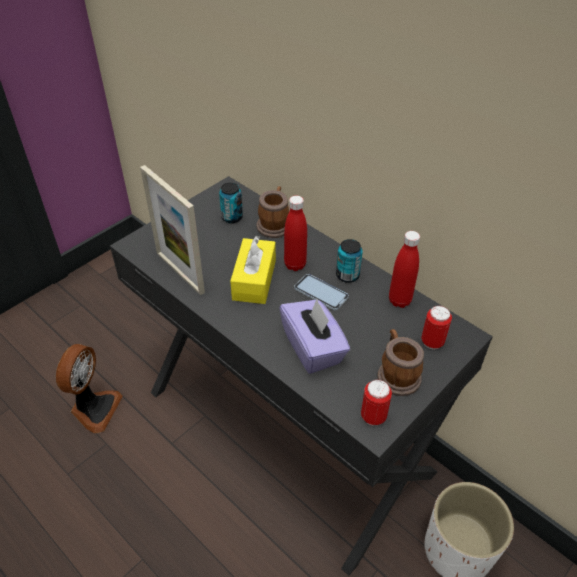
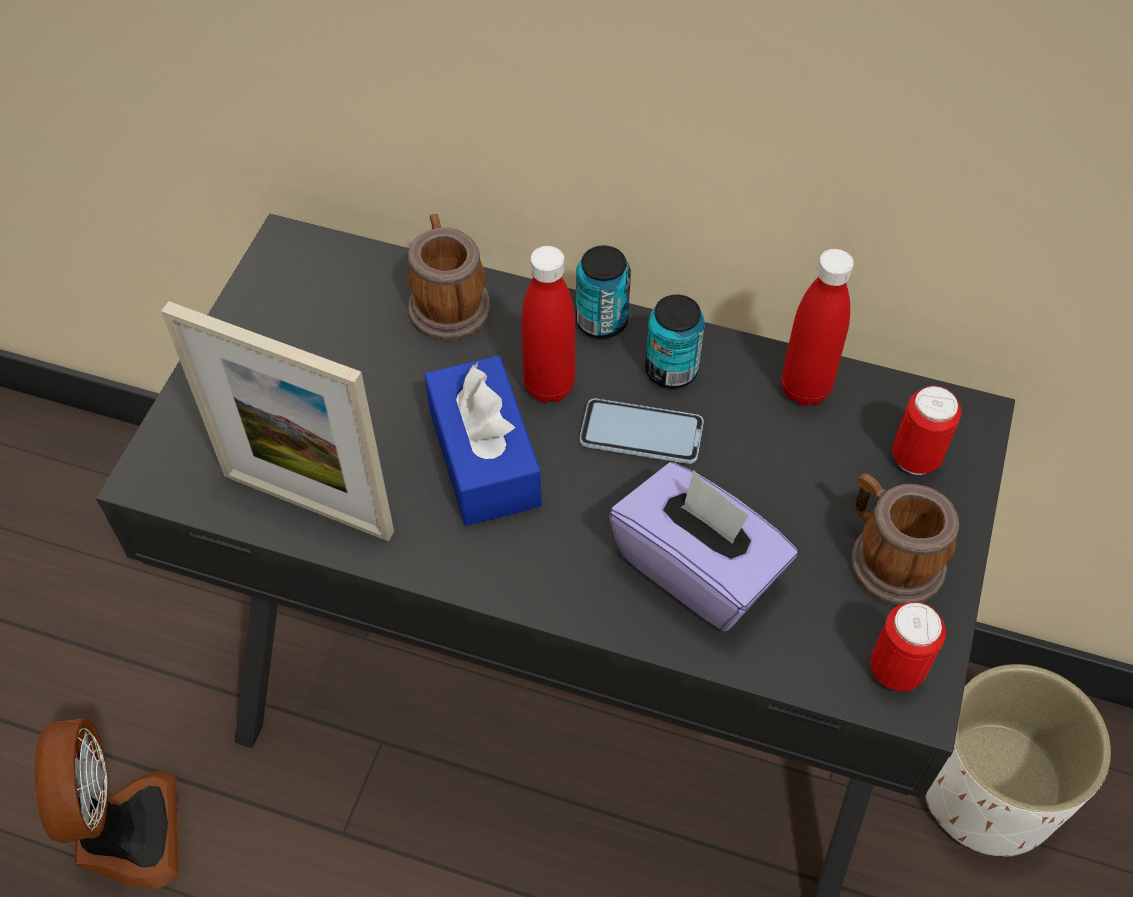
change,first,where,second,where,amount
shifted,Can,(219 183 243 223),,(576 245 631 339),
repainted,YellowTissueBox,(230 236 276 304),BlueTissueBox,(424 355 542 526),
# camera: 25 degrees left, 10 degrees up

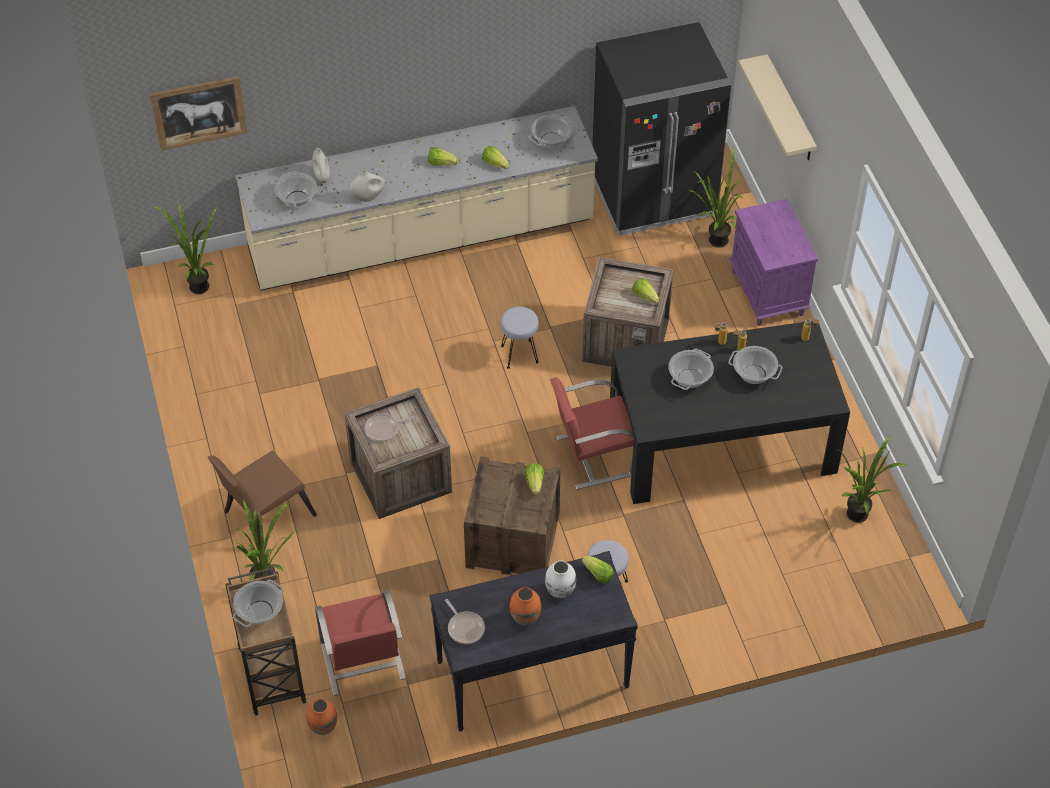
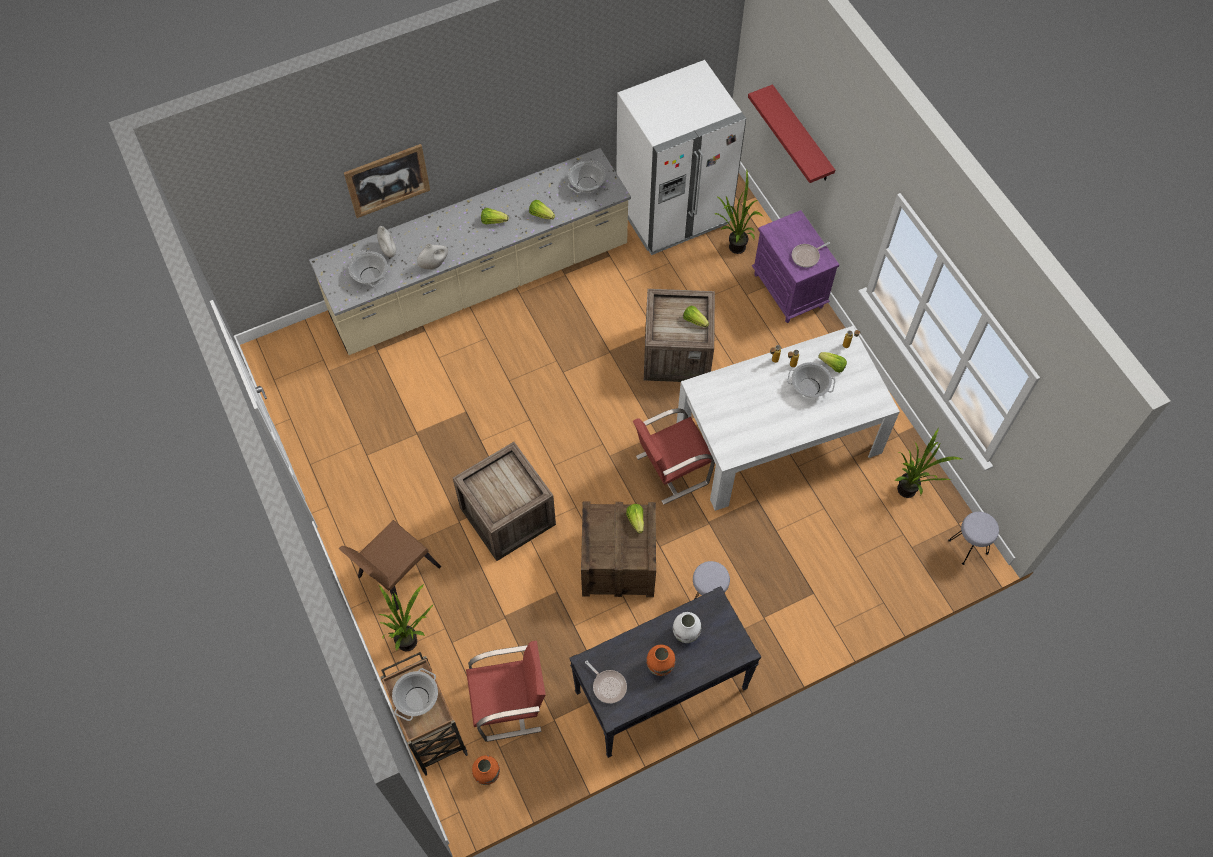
change,first,where,second,where,amount
shifted,Picture,(150 76 248 151),,(344 144 430 218),
gone,PottedPlant,(152 202 218 294),,,
rotated,RedChair,(315 590 406 696),,(466 641 546 742),75 degrees counterclockwise
shifted,FryingPan,(365 414 415 442),,(792 242 830 268),
shifted,GreyStool,(500 307 539 369),,(948 512 999 565),
shifted,Lettuce,(582 556 614 583),,(818 352 847 373),
repainted,BlackFridge,(592 22 732 236),WhiteFridge,(616 60 746 255),
repainted,BlackDiningTable,(610 321 850 504),WhiteDiningTable,(677 326 900 511),
gone,CookingPot,(668 349 714 390),,,
repainted,BeigeShelf,(738 54 817 160),RedShelf,(748 84 835 183),
# camera: 10 degrees left, 10 degrees up

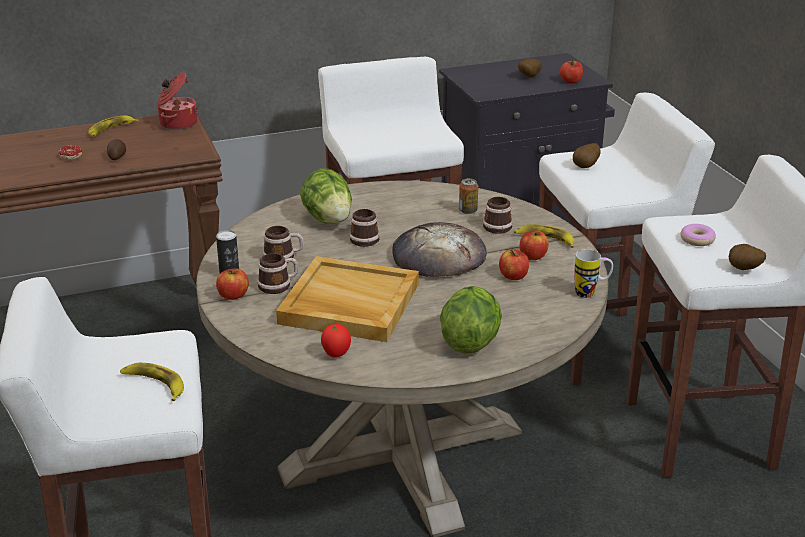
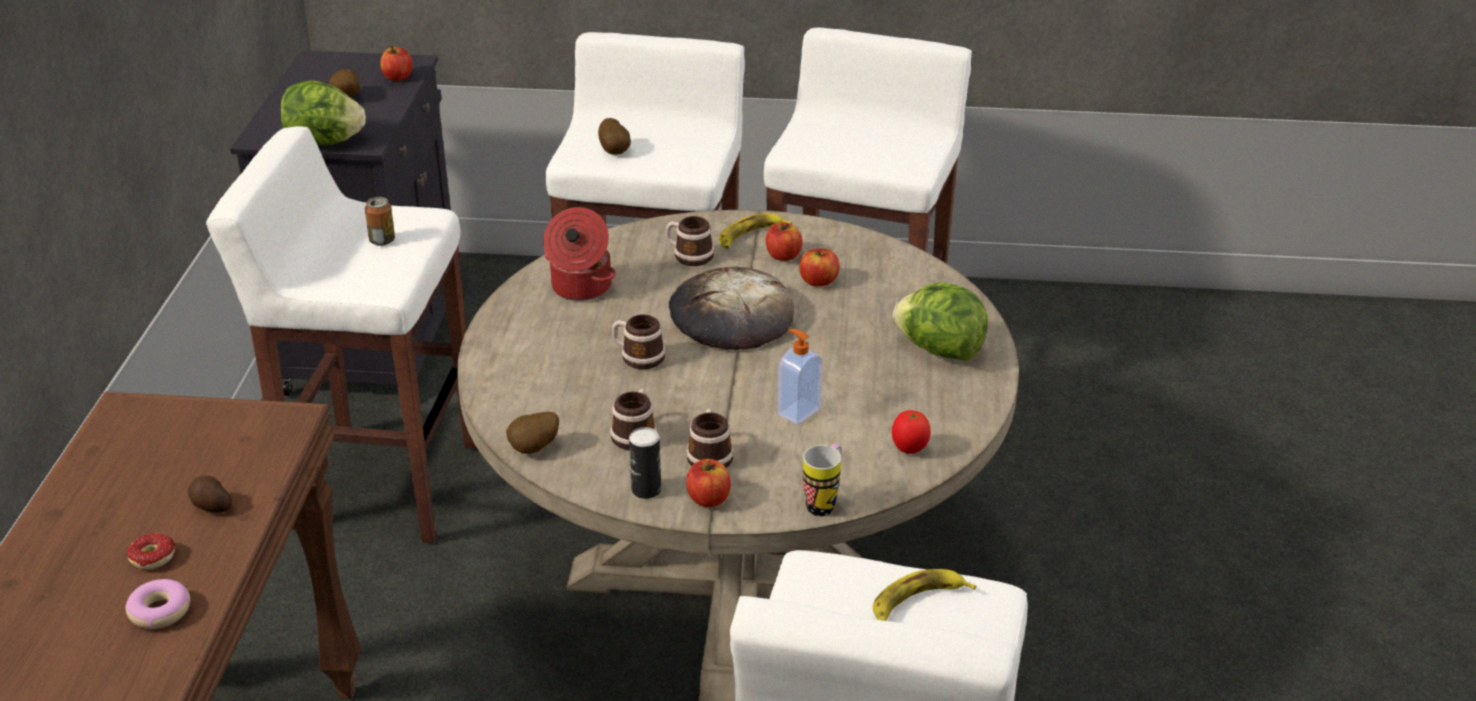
change,first,where,second,where,amount
gone,Banana,(88 116 140 137),,,
shifted,CookingPot,(157 72 198 130),,(543 207 616 301),
swapped,BeigeTray,(276 256 419 342),SoapDispenser,(778 329 822 425),
shifted,Lettuce,(300 168 352 224),,(280 80 366 145),
shifted,Can,(459 178 478 214),,(365 197 395 246),
shifted,Mug,(574 249 613 298),,(803 444 842 516),
shifted,Donut,(681 224 716 246),,(125 579 190 629),
shifted,Potato,(729 244 766 270),,(506 412 559 454),
# camera: 65 degrees left, 5 degrees up

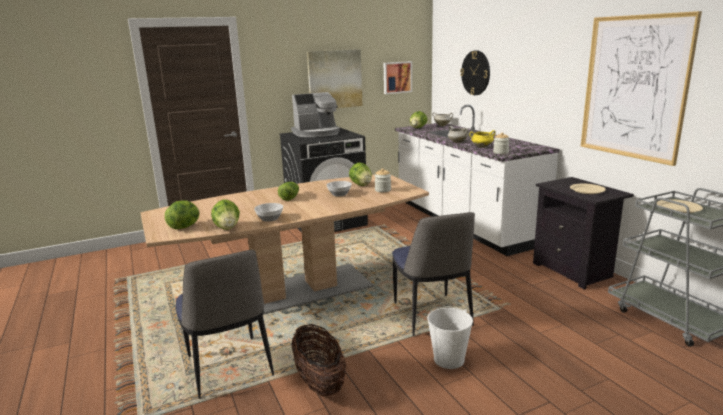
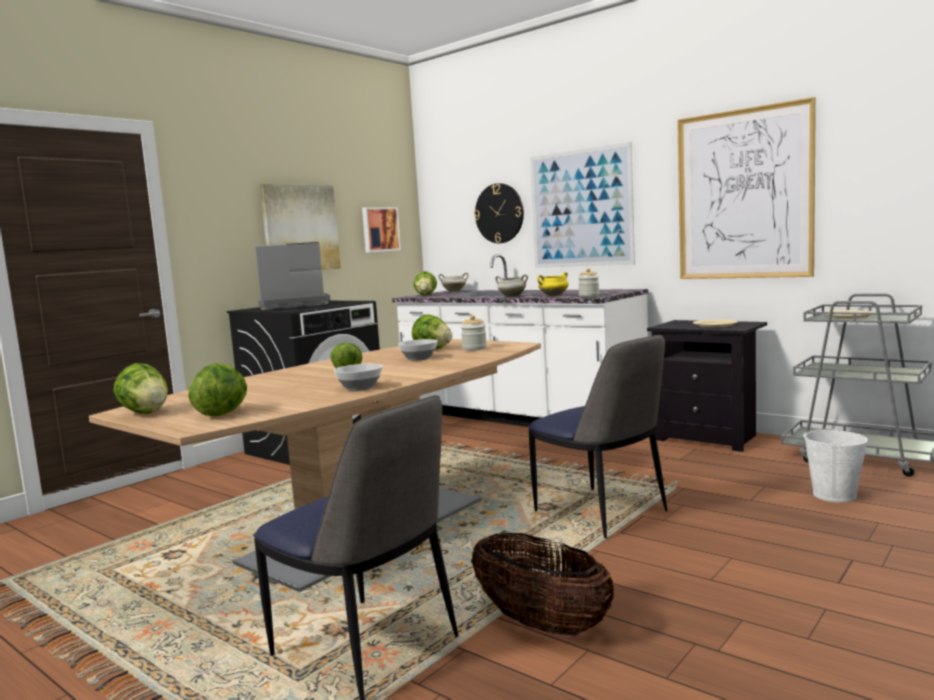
change,first,where,second,where,amount
shifted,Lettuce,(211 199 240 230),,(113 363 168 414),
rotated,CoffeeMachine,(291 92 340 137),,(255 242 330 310),150 degrees counterclockwise
shifted,WhiteBucket,(427 307 473 369),,(803 427 868 503),
new,,,Picture,(530 142 635 268),
# camera: 25 degrees left, 10 degrees down

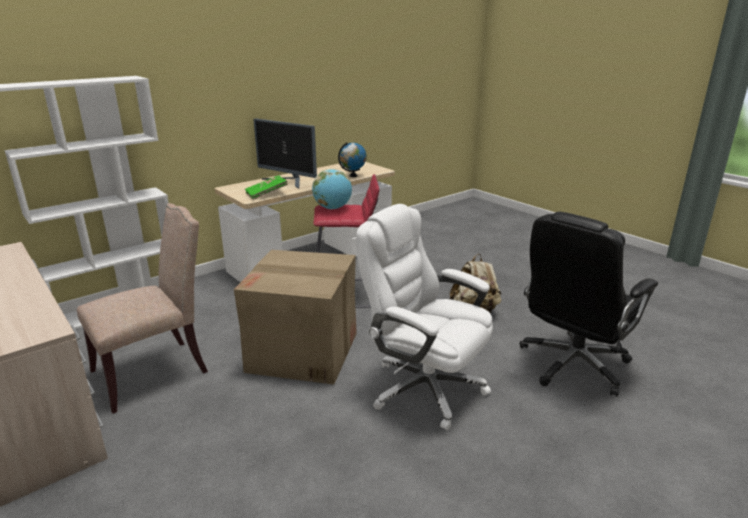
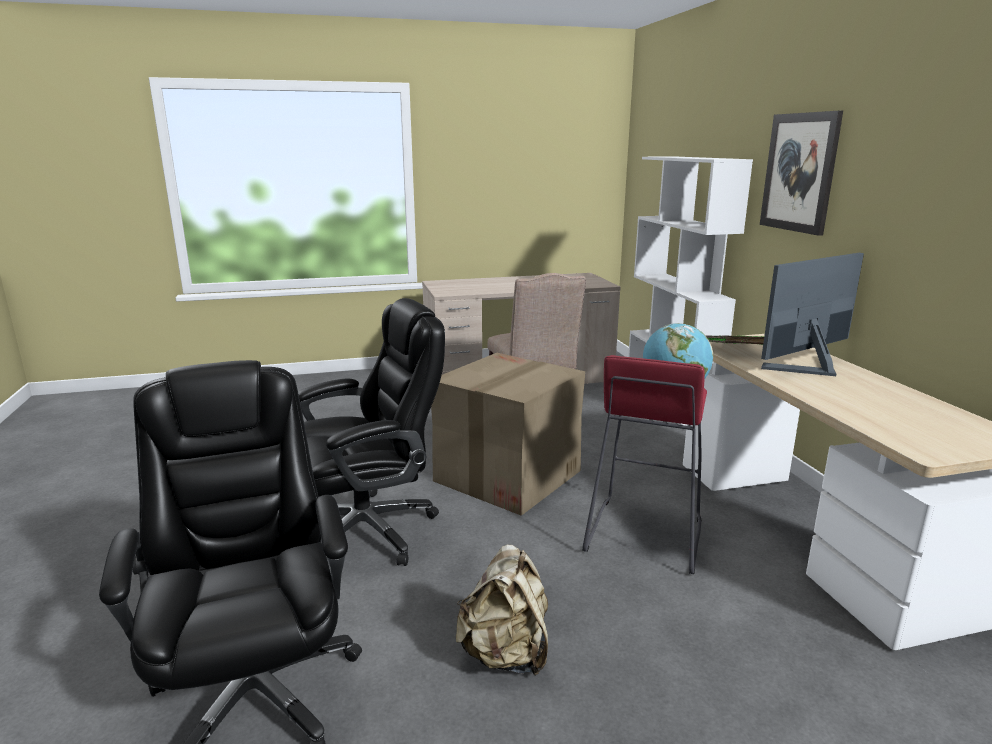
change,first,where,second,where,amount
gone,Globe,(338 142 367 177),,,
repainted,WhiteOfficeChair,(356 204 493 430),BlackOfficeChair,(298 298 445 566),
new,,,Picture,(760 111 843 236),
# camera: 115 degrees right, 5 degrees down

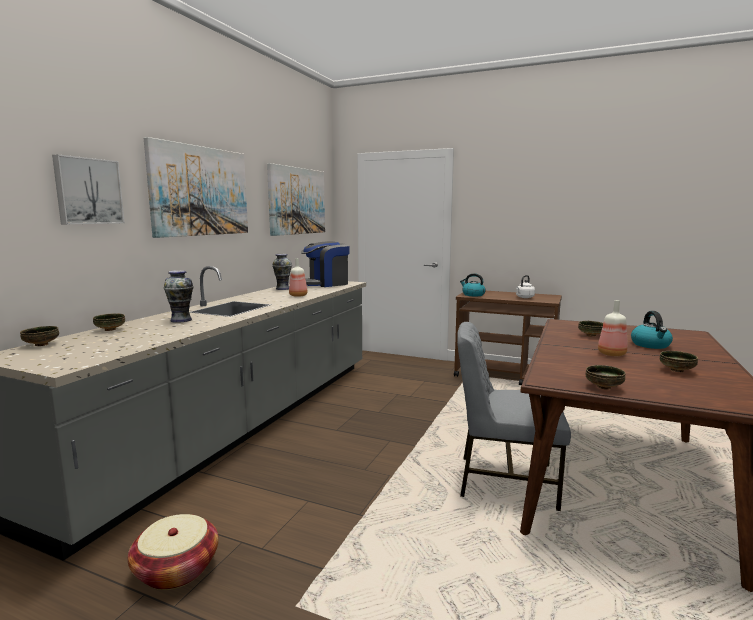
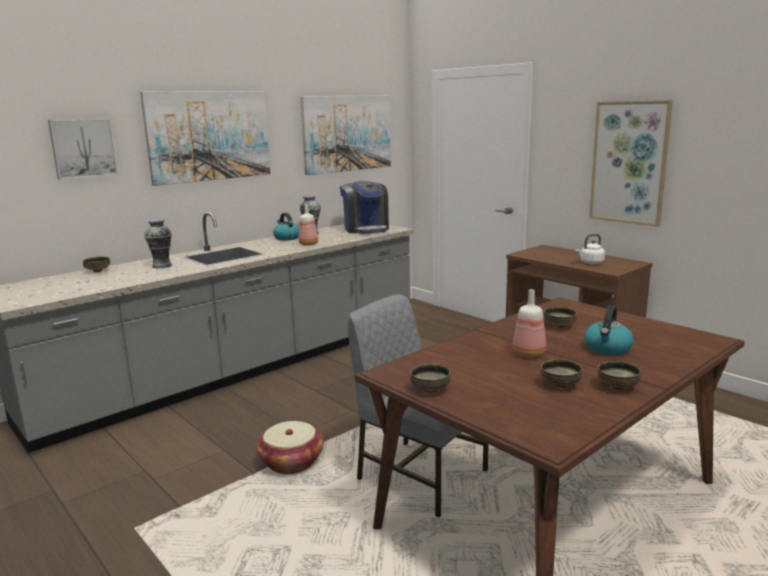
change,first,where,second,where,amount
shifted,Bowl,(20 326 59 346),,(597 361 641 390),
shifted,Basket,(128 514 219 590),,(256 421 324 474),
rotated,CoffeeMachine,(301 241 349 287),,(340 181 389 234),105 degrees counterclockwise
shifted,Kettle,(460 273 486 296),,(273 213 299 241),
new,,,Picture,(589 100 673 227),
# camera: 25 degrees right, 5 degrees up

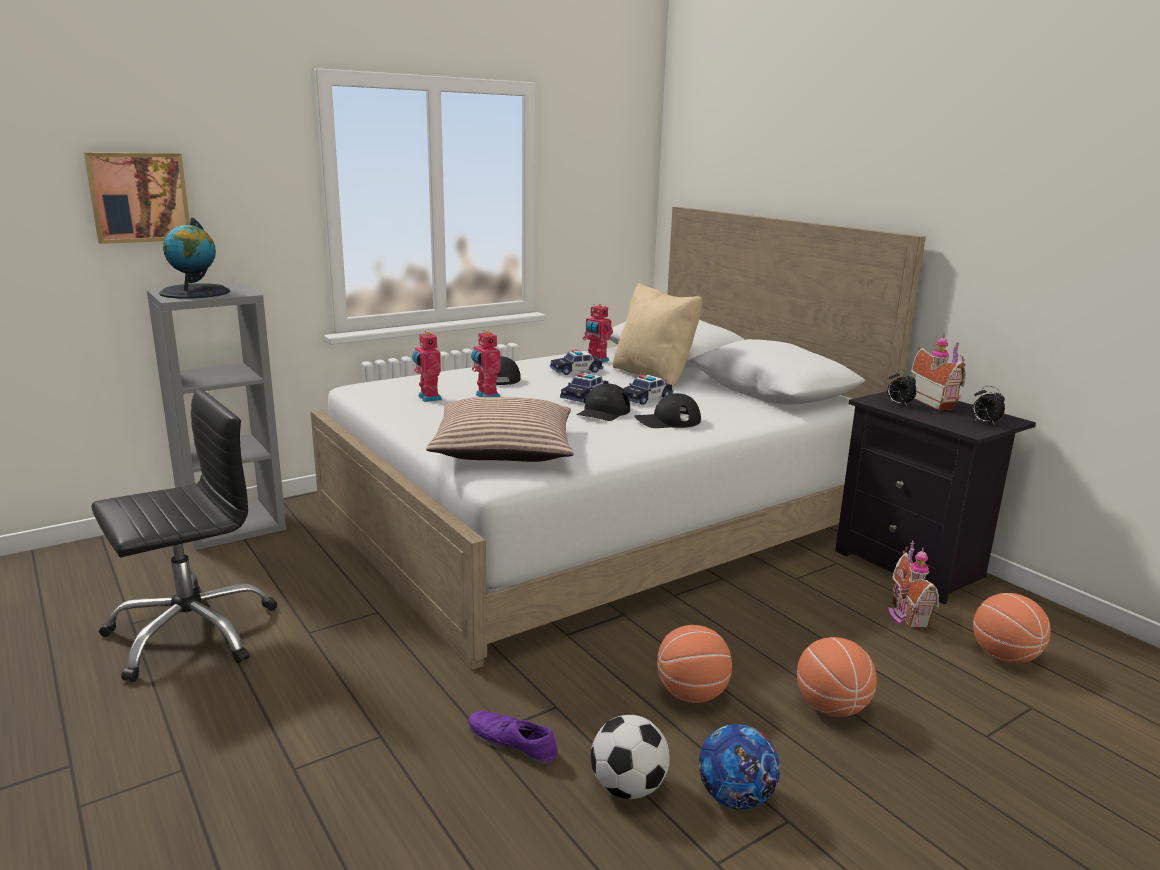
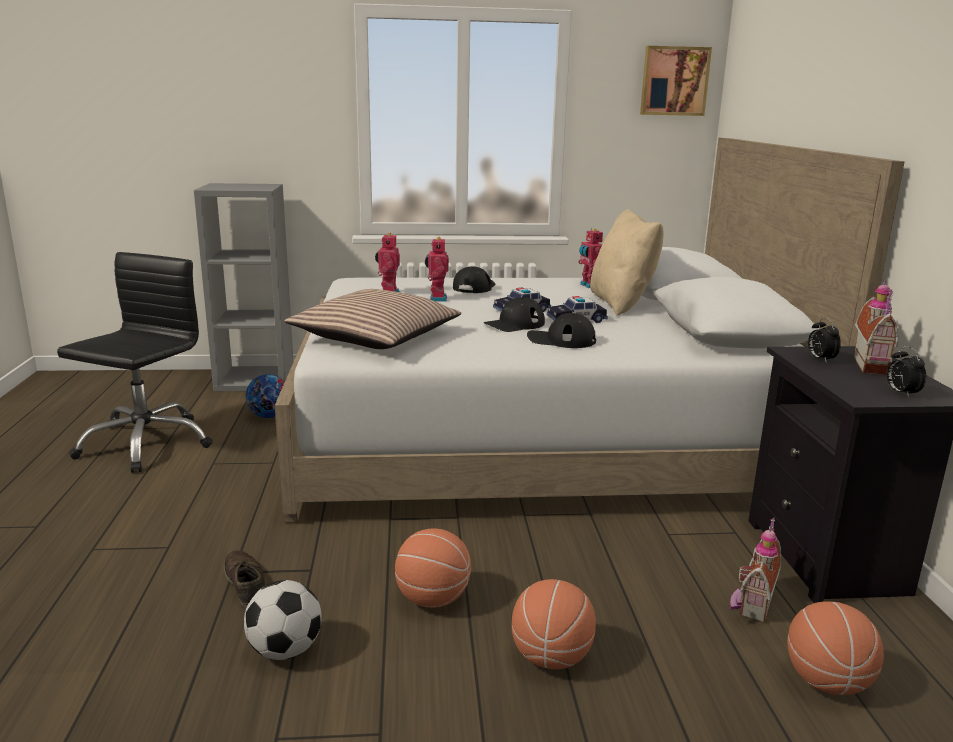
change,first,where,second,where,amount
shifted,Picture,(84 152 190 244),,(640 46 712 116),
rotated,BlackOfficeChair,(91 388 277 682),,(57 252 213 473),60 degrees counterclockwise
gone,Globe,(159 218 230 299),,,
repainted,PurpleShoe,(468 711 557 764),BrownShoe,(224 550 265 608),
gone,ToyCar,(550 350 603 375),,,
shifted,Football,(699 724 780 810),,(246 374 285 418),
# camera: 30 degrees right, 0 degrees up

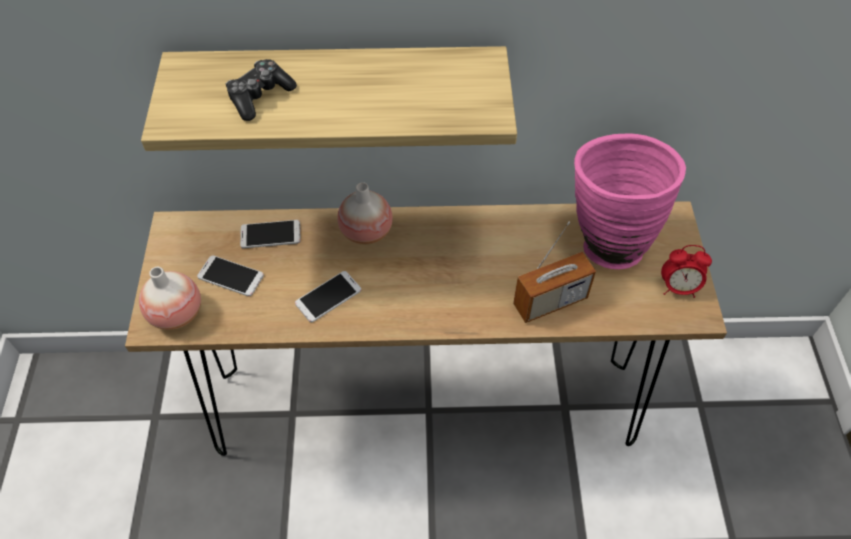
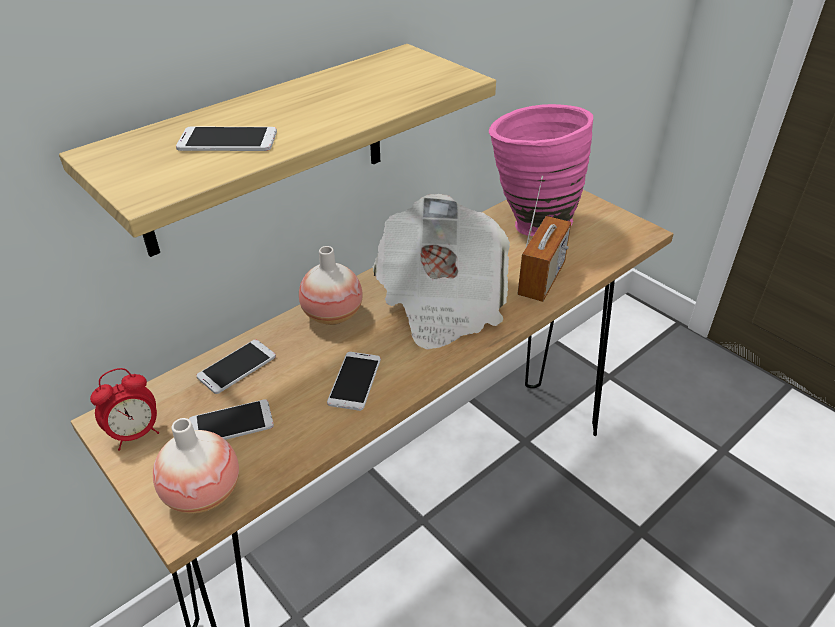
change,first,where,second,where,amount
swapped,GameController,(225 59 297 121),Phone,(176 127 277 151),
shifted,AlarmClock,(661 245 712 298),,(90 368 159 450),
new,,,Newspaper,(373 194 510 350),
# camera: 40 degrees left, 15 degrees down

